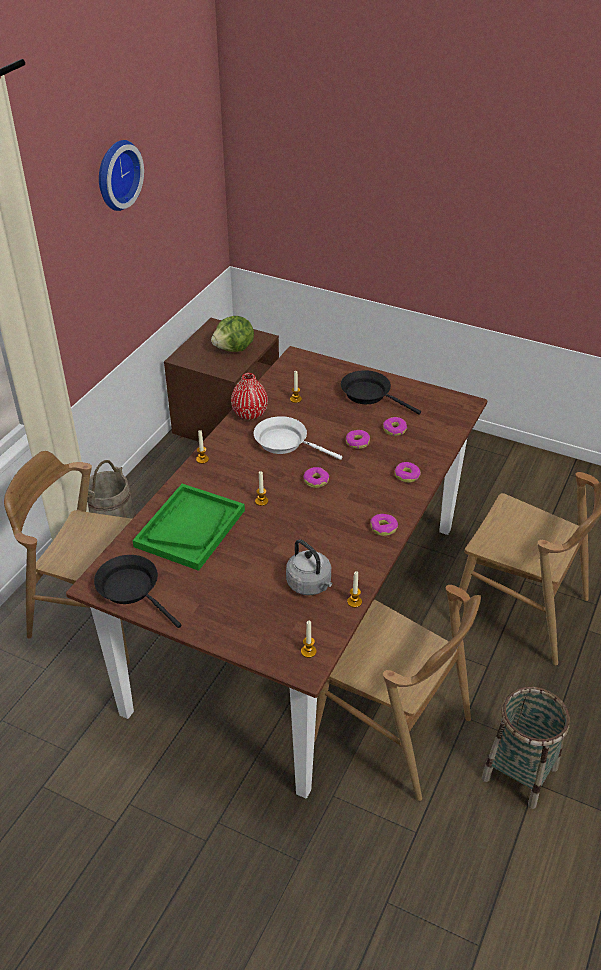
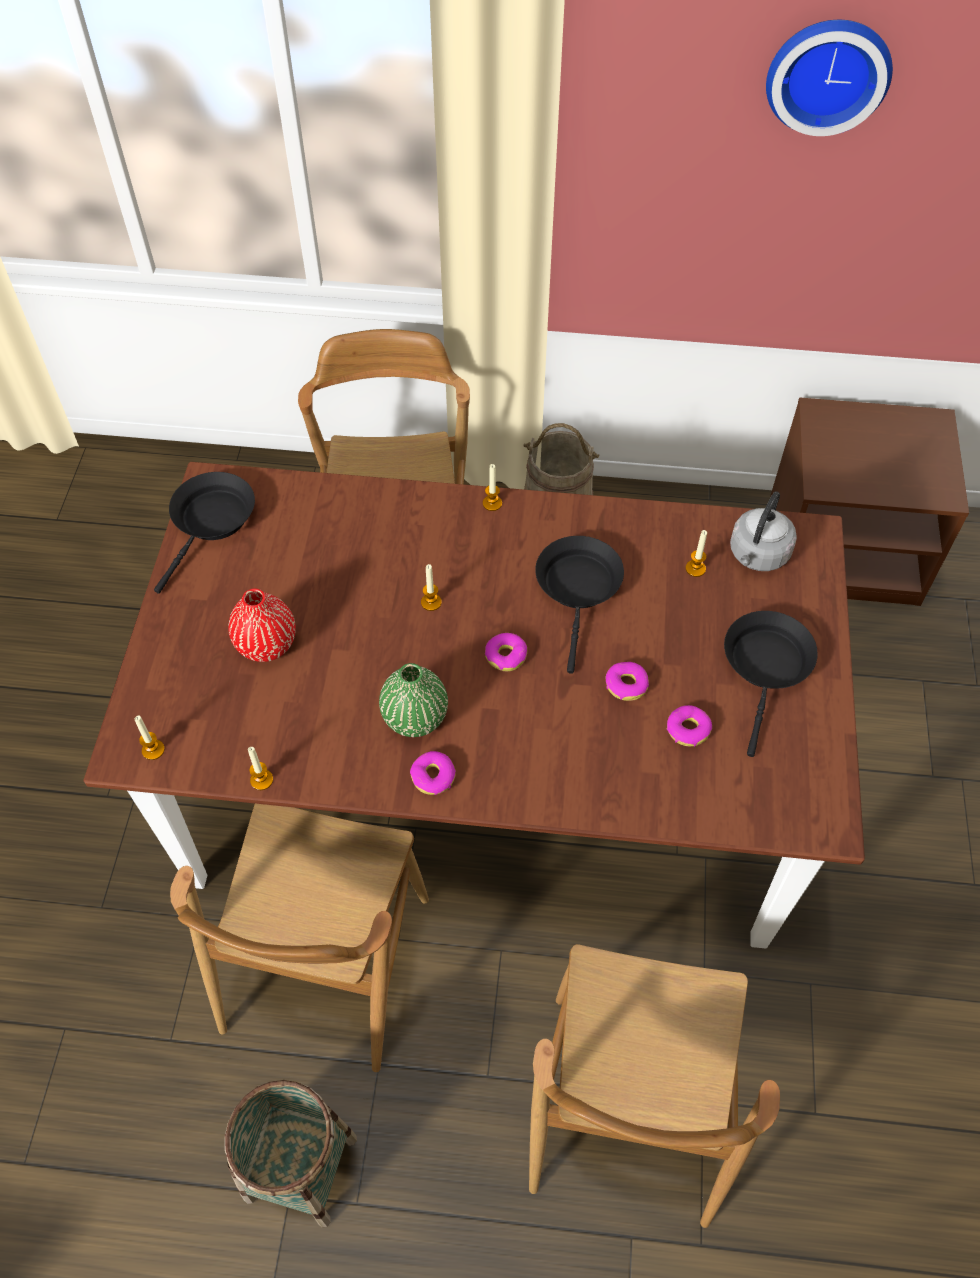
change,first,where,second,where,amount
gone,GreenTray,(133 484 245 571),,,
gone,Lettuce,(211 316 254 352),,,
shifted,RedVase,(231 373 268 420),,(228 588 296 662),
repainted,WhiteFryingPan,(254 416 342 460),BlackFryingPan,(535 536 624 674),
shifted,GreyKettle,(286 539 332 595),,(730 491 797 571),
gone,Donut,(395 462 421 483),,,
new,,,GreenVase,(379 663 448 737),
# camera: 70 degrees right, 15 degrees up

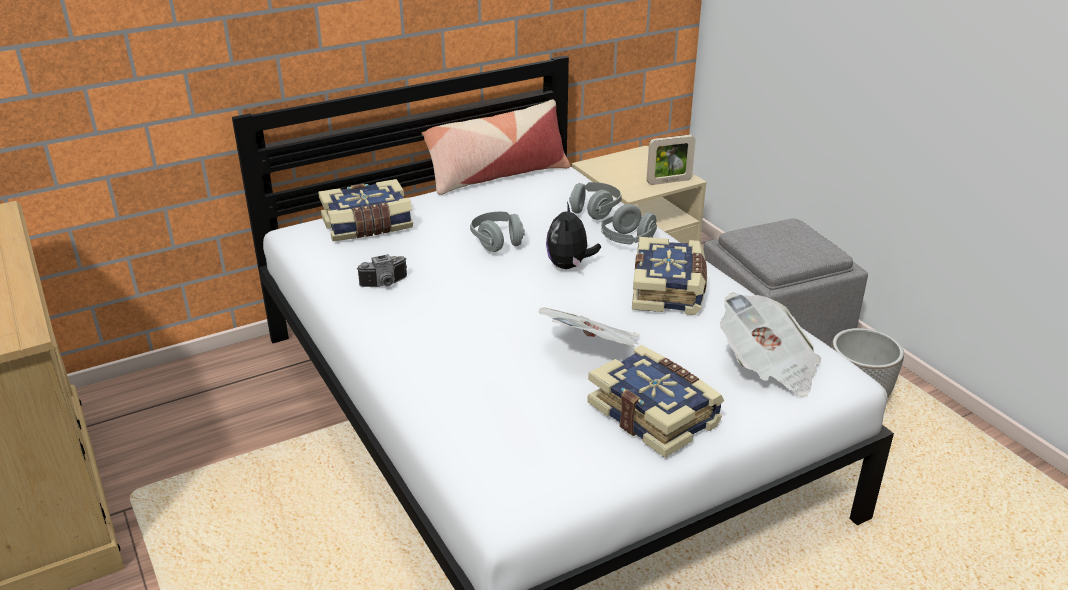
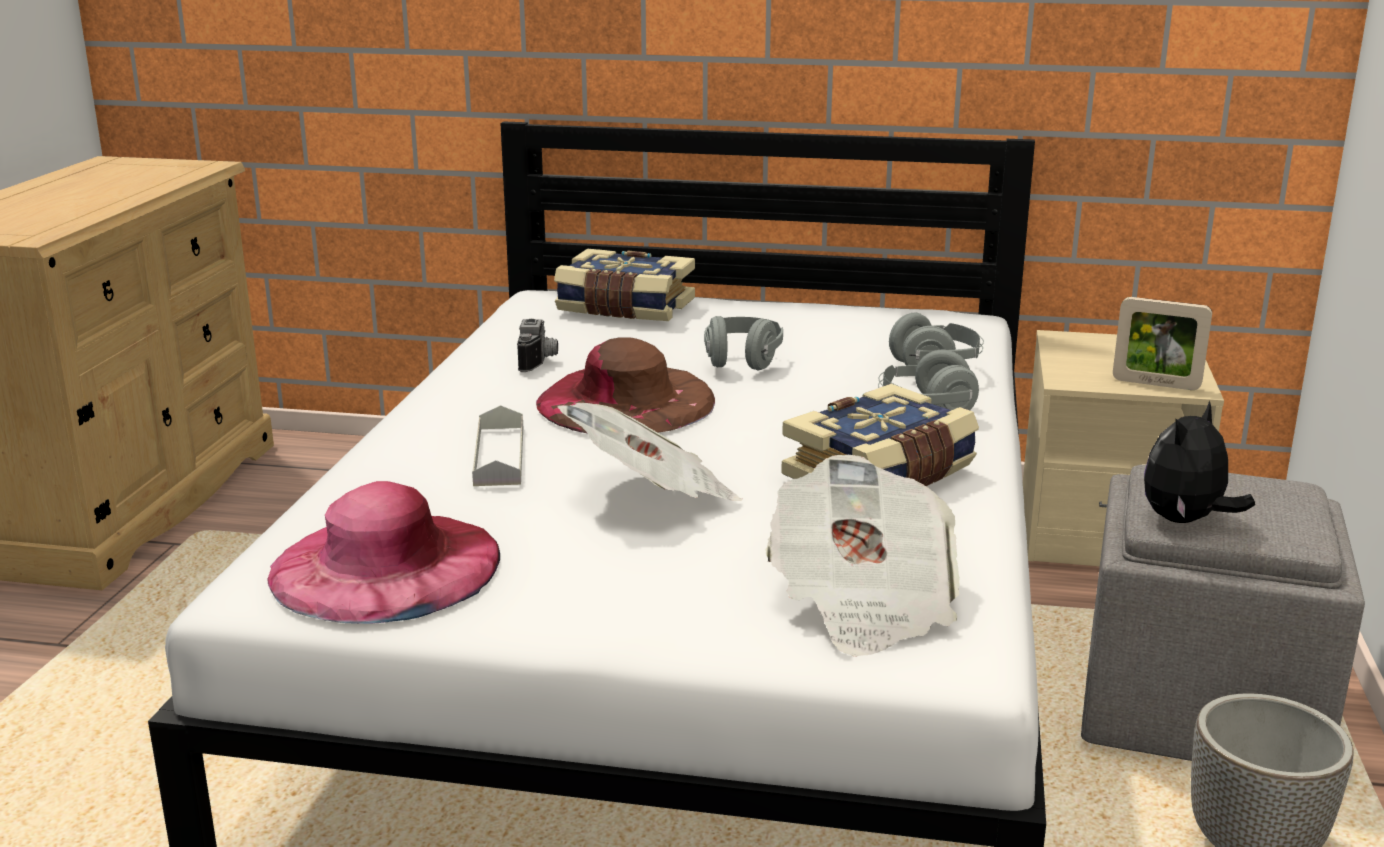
change,first,where,second,where,amount
rotated,PhotoCamera,(356 254 407 287),,(517 319 558 372),105 degrees counterclockwise
gone,Pillow,(421 100 570 195),,,
shifted,PlushToy,(546 202 601 269),,(1144 400 1255 523),
gone,Book,(587 345 724 458),,,
new,,,PinkHat,(267 481 500 624),
new,,,GreyTray,(472 405 523 486),
new,,,BrownHat,(536 337 715 433),
# camera: 40 degrees right, 10 degrees down

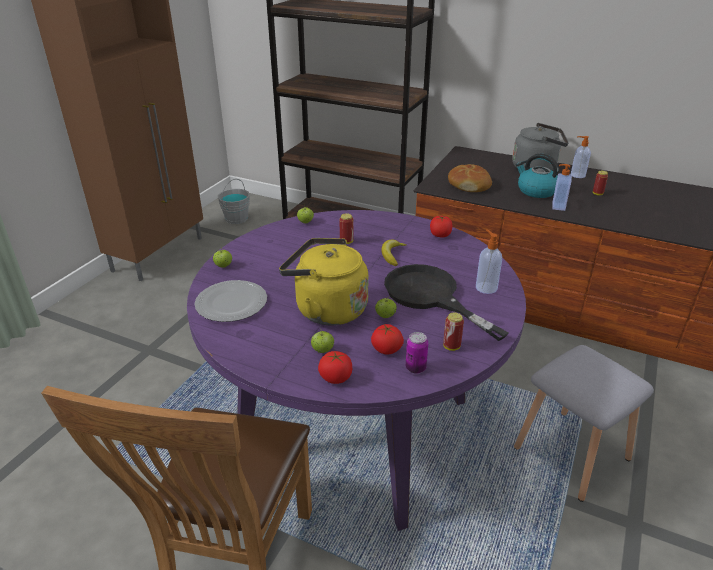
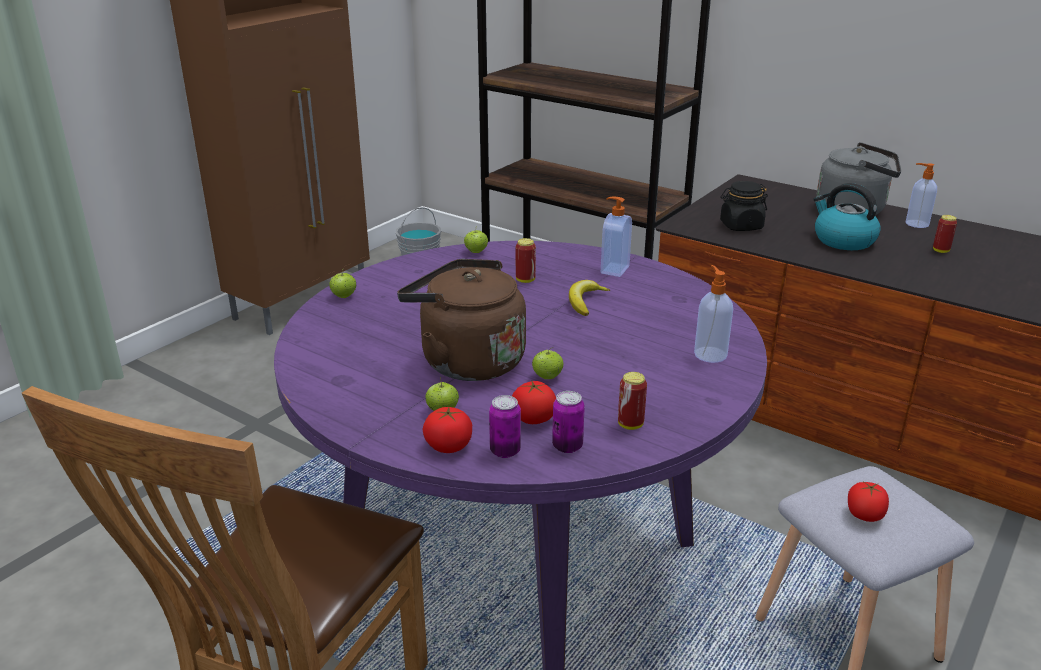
change,first,where,second,where,amount
gone,Plate,(195 280 267 322),,,
repainted,YellowKettle,(279 238 368 325),BrownKettle,(397 259 526 381),
gone,BlackFryingPan,(384 264 509 341),,,
shifted,Tomato,(430 215 452 238),,(848 482 889 522),
swapped,Bread,(448 164 492 192),BlackJar,(720 181 768 231),
shifted,SoapDispenser,(552 164 572 211),,(601 196 632 277),
new,,,Can,(489 395 521 458),
# camera: 10 degrees right, 5 degrees down

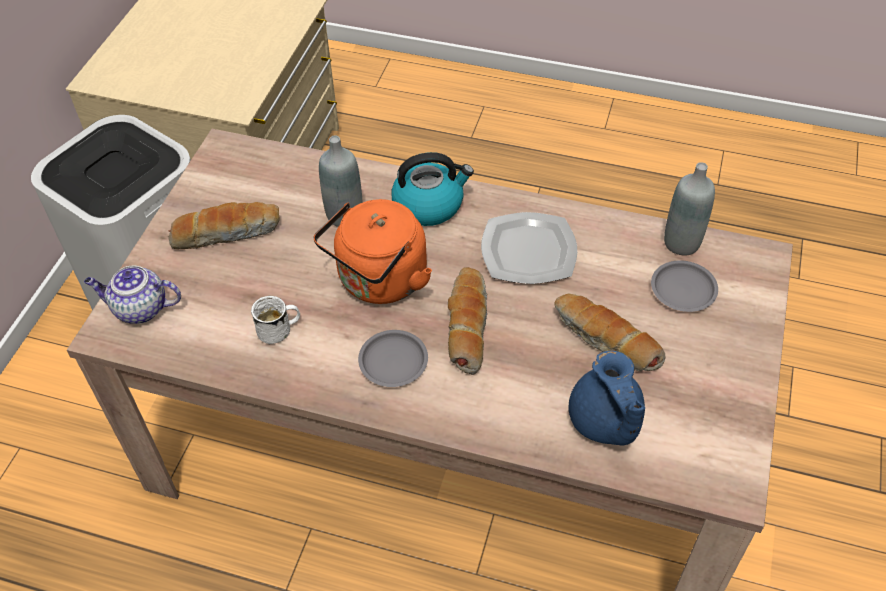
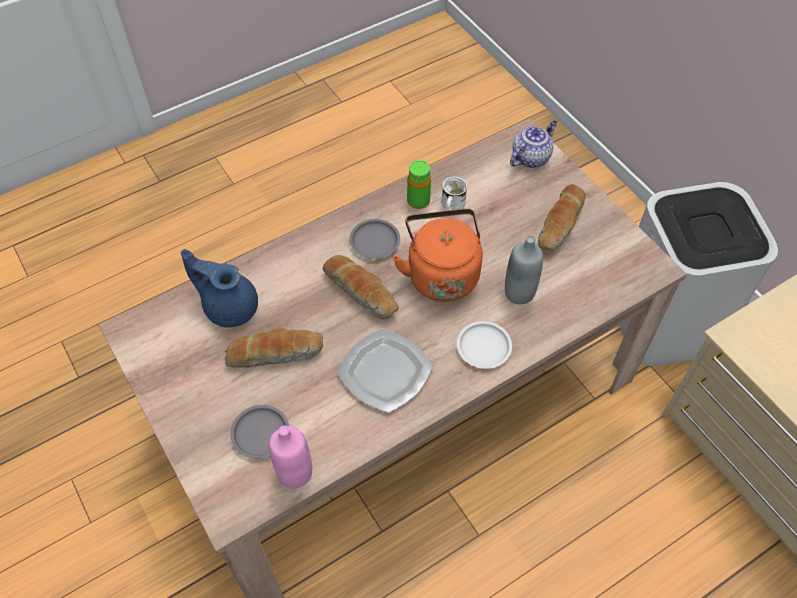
change,first,where,second,where,amount
swapped,Kettle,(392 152 474 226),WhitePlate,(457 321 512 369),
repainted,GreyBottle,(664 162 715 255),PinkBottle,(269 425 312 489),
new,,,GreenBottle,(407 160 431 209),
# camera: 130 degrees right, 5 degrees up

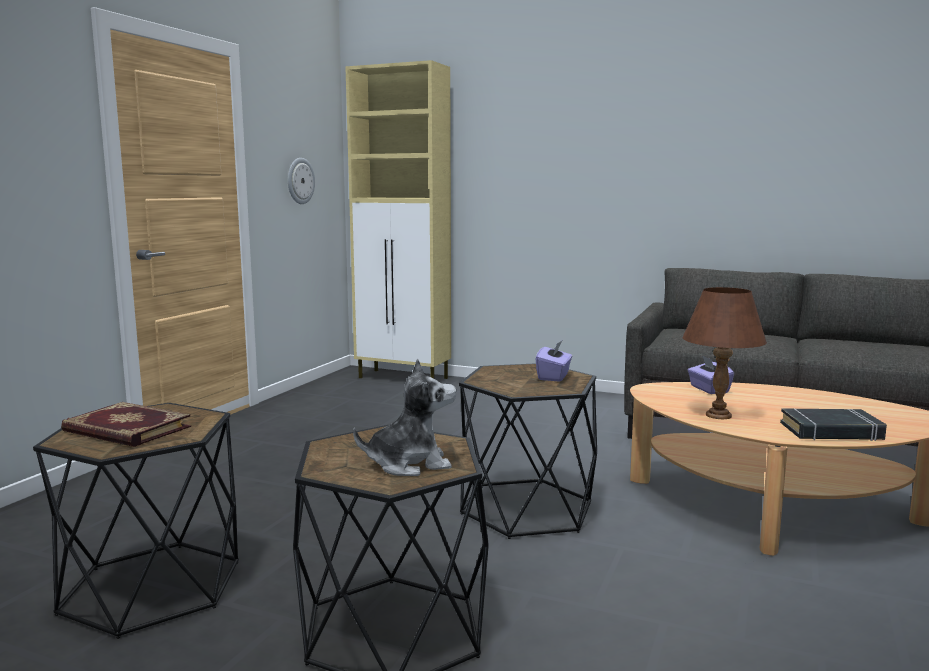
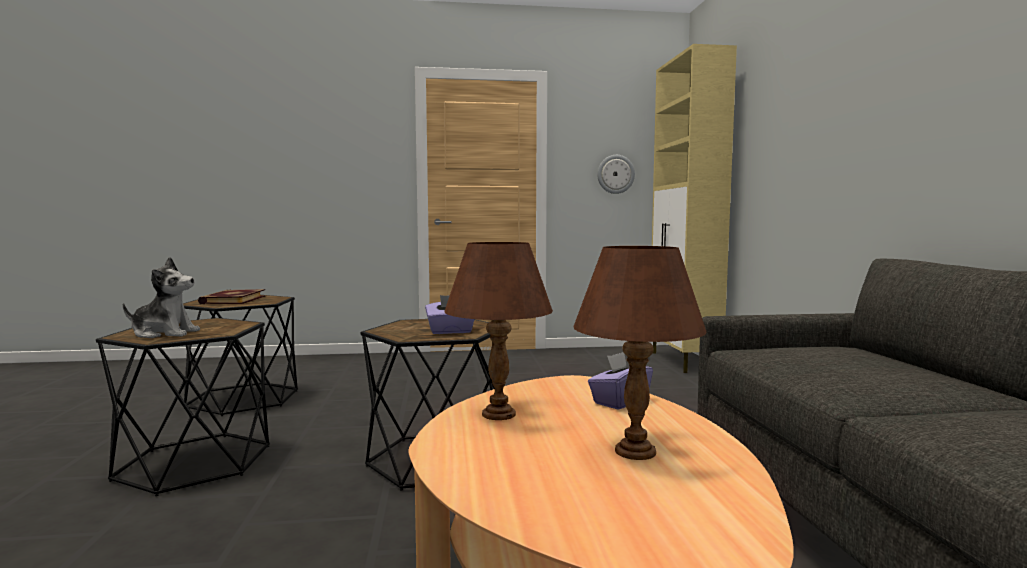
change,first,where,second,where,amount
rotated,PlushToy,(353 359 456 476),,(123 257 200 338),45 degrees counterclockwise
gone,BlackBook,(780 408 887 441),,,
new,,,BrownTableLamp,(573 246 707 460),
# camera: 60 degrees right, 5 degrees down

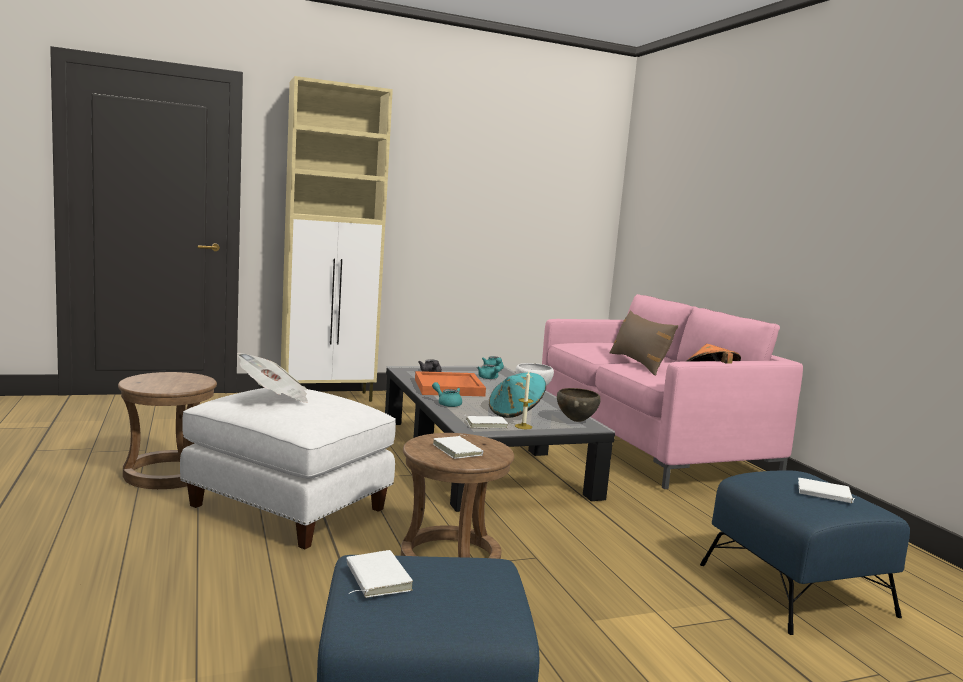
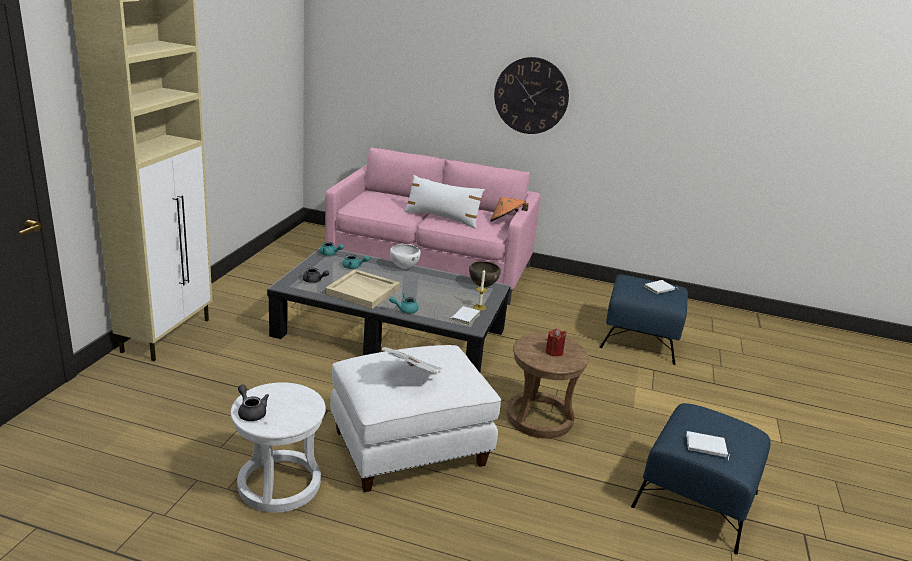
change,first,where,second,where,amount
repainted,BrownStool,(118 372 217 489),WhiteStool,(230 382 326 513),
repainted,OrangeTray,(415 371 486 396),BeigeTray,(325 269 400 309),
swapped,WhiteBook,(433 435 483 459),RedCandle,(545 329 567 357),
gone,TurquoiseHat,(489 373 546 418),,,
repainted,BrownPillow,(610 310 678 375),WhitePillow,(404 174 485 229),
new,,,GreyTeapot,(238 385 269 421),
new,,,WallClock,(494 57 569 134),
# camera: 55 degrees left, 15 degrees up

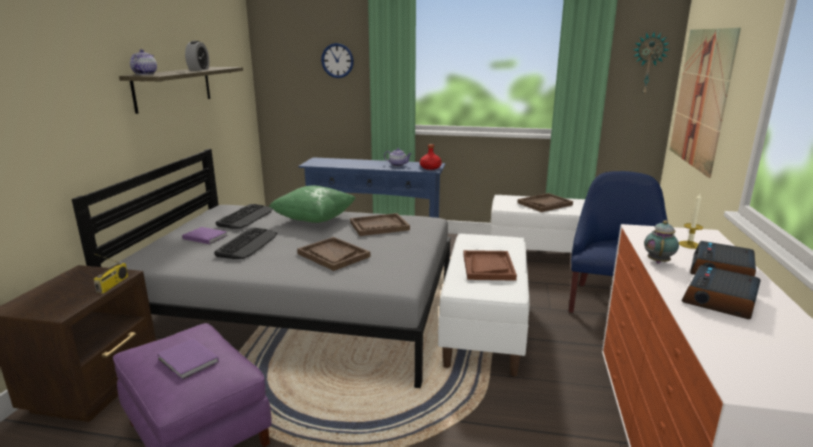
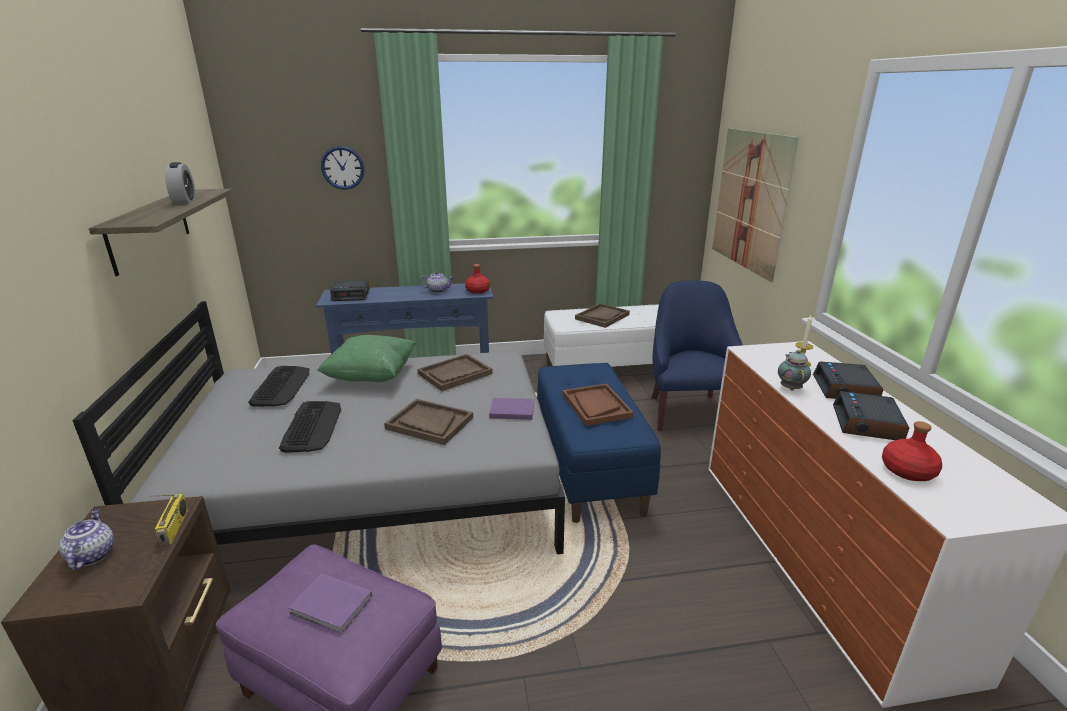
change,first,where,second,where,amount
shifted,Teapot,(130 49 157 75),,(59 509 114 570),
shifted,PurpleBook,(182 227 228 244),,(489 398 534 420),
repainted,WhiteBench,(438 233 530 376),BlueBench,(537 363 661 523),
gone,WallClock,(633 32 669 95),,,
new,,,AlarmClock,(330 280 370 301),
new,,,RedBottle,(882 421 942 481),
# camera: 20 degrees left, 5 degrees up

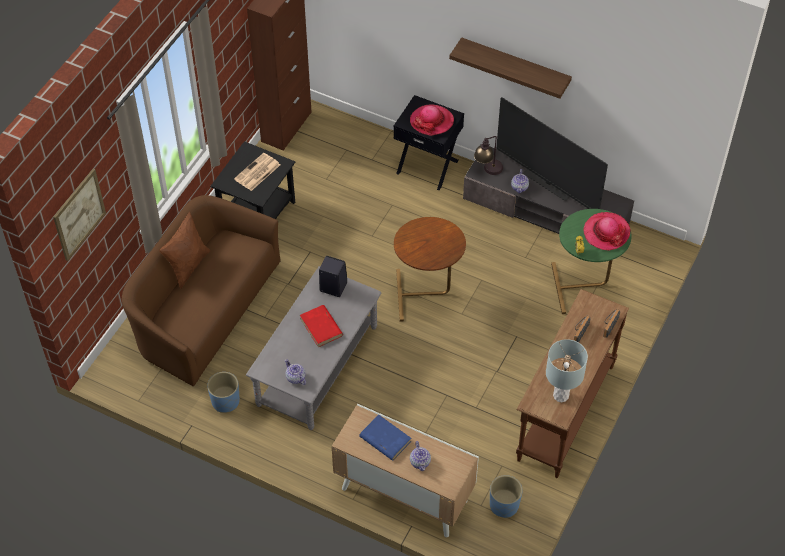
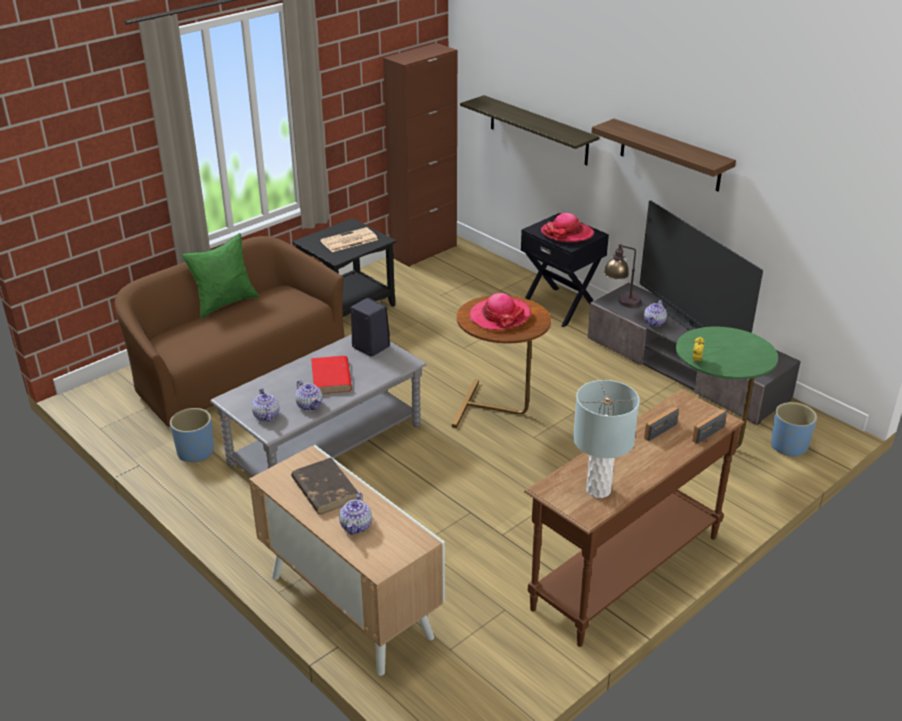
change,first,where,second,where,amount
gone,Picture,(53 169 106 261),,,
repainted,BrownPillow,(159 211 210 289),GreenPillow,(182 233 259 319),
repainted,BlueBook,(359 415 411 461),BrownBook,(291 458 358 514),
shifted,BluePlanter,(490 475 523 518),,(771 402 817 457),
shifted,Hat,(584 212 631 251),,(469 293 532 330),
new,,,Teapot,(295 380 323 411),
new,,,Shelf,(460 95 600 165),
# camera: 20 degrees right, 20 degrees down

